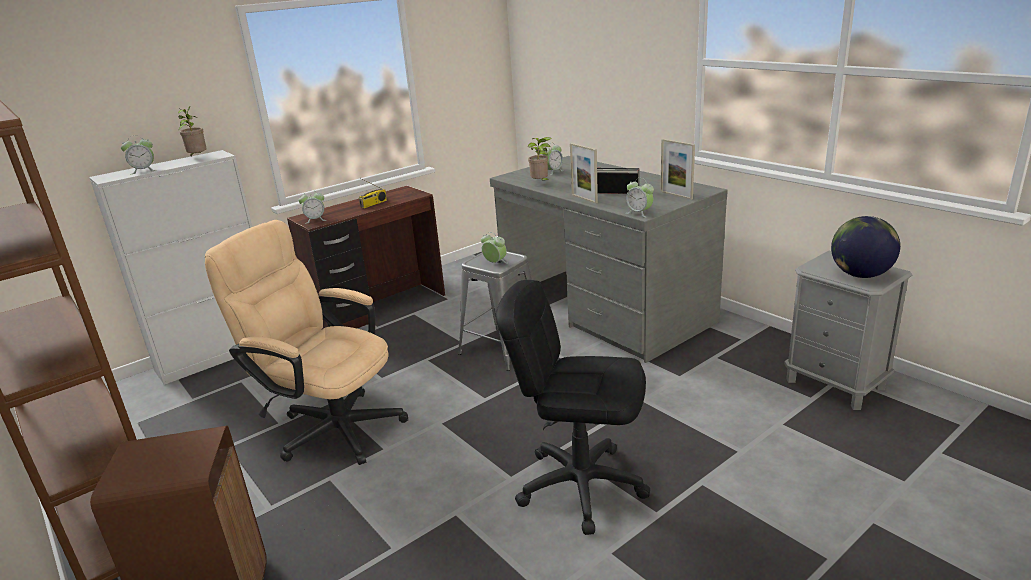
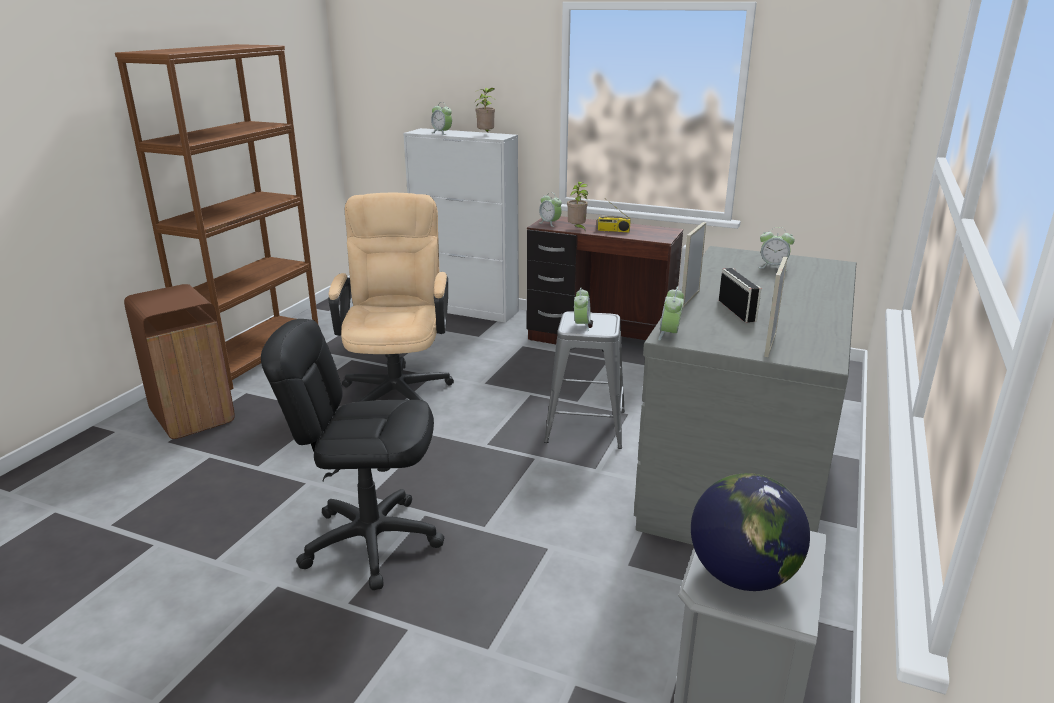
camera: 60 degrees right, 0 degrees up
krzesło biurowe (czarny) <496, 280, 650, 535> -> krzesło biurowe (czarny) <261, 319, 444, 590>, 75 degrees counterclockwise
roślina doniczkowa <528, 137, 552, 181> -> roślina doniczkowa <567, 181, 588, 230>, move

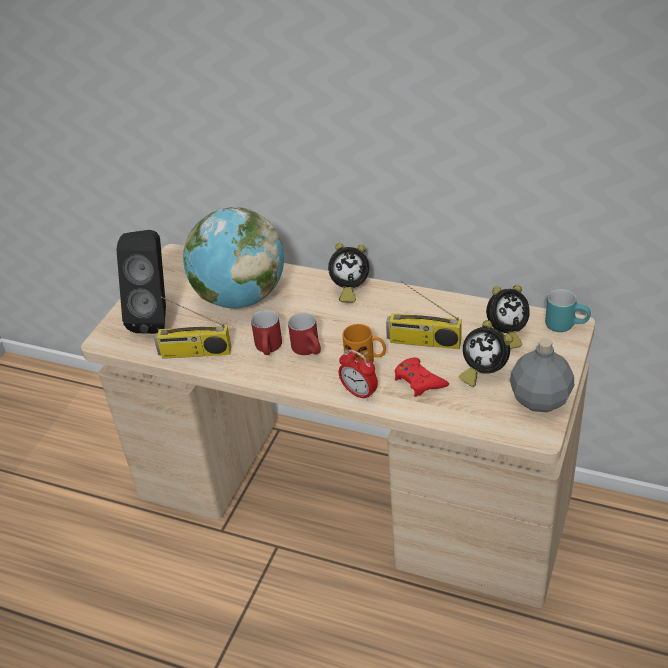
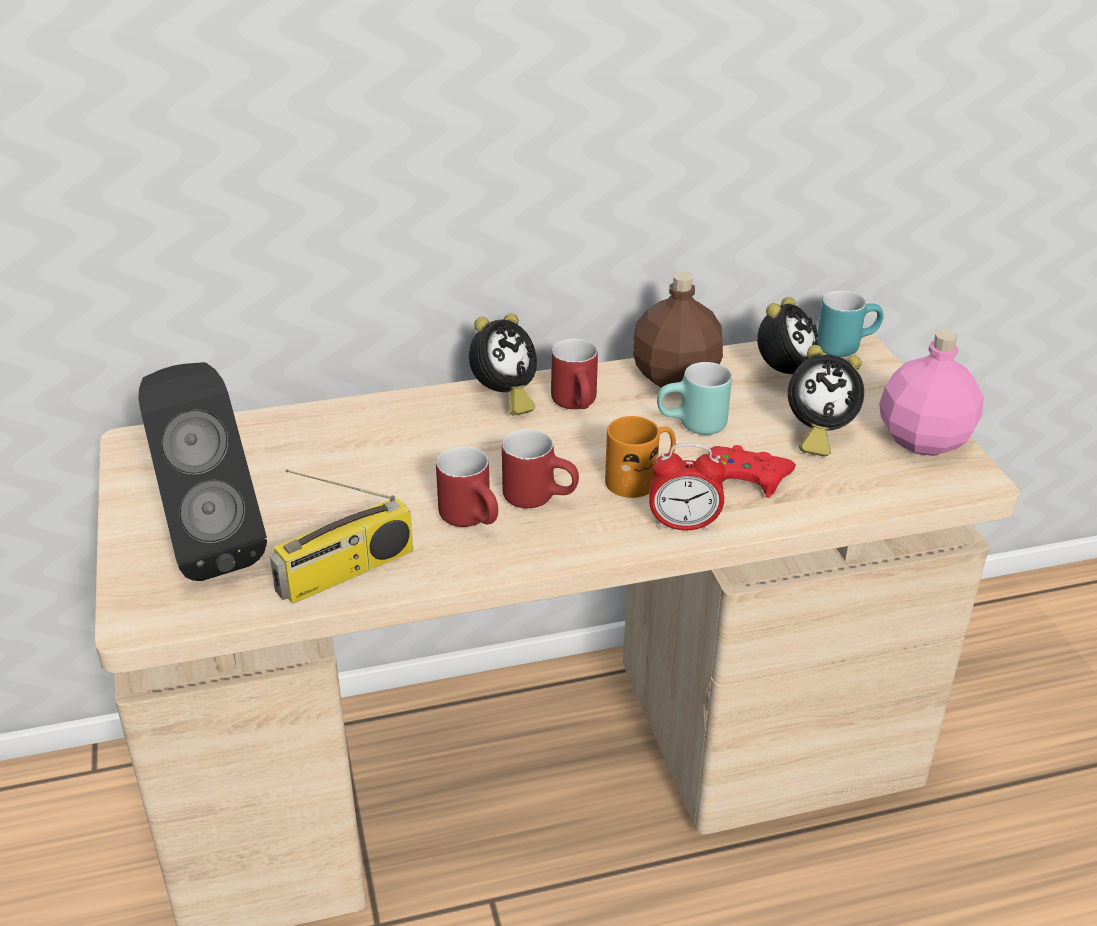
camera: 40 degrees left, 5 degrees down
none -> kubek (czerwony) <551, 339, 598, 409>
none -> butelka (brązowy) <633, 272, 723, 388>
radio <386, 281, 462, 349> -> kubek (turkusowy) <657, 362, 732, 435>
butelka (szary) <510, 338, 574, 412> -> butelka (różowy) <879, 330, 984, 456>
globus <183, 207, 284, 308> -> none

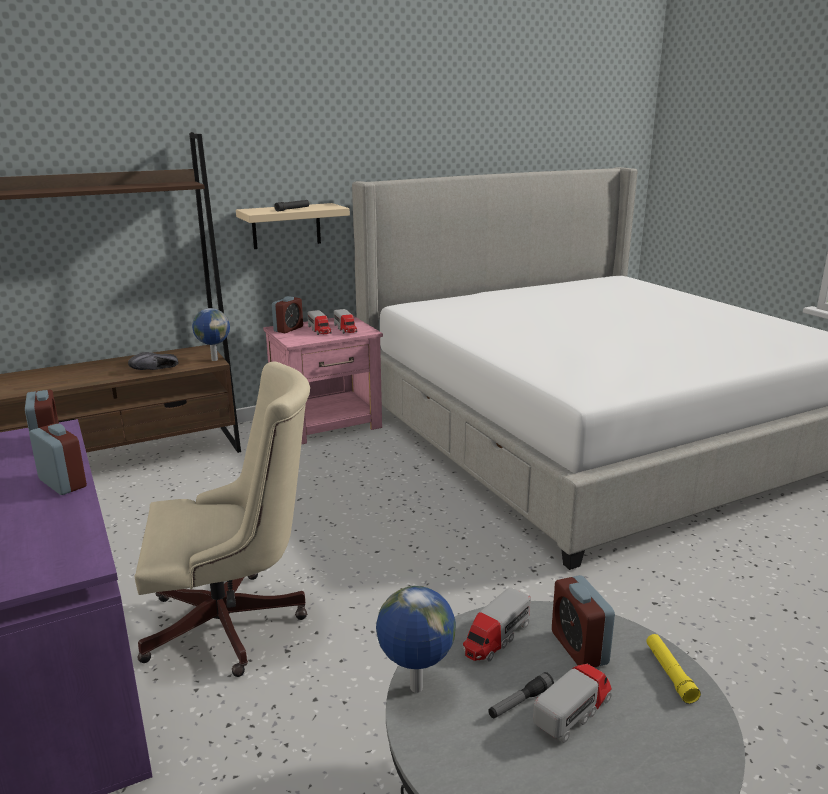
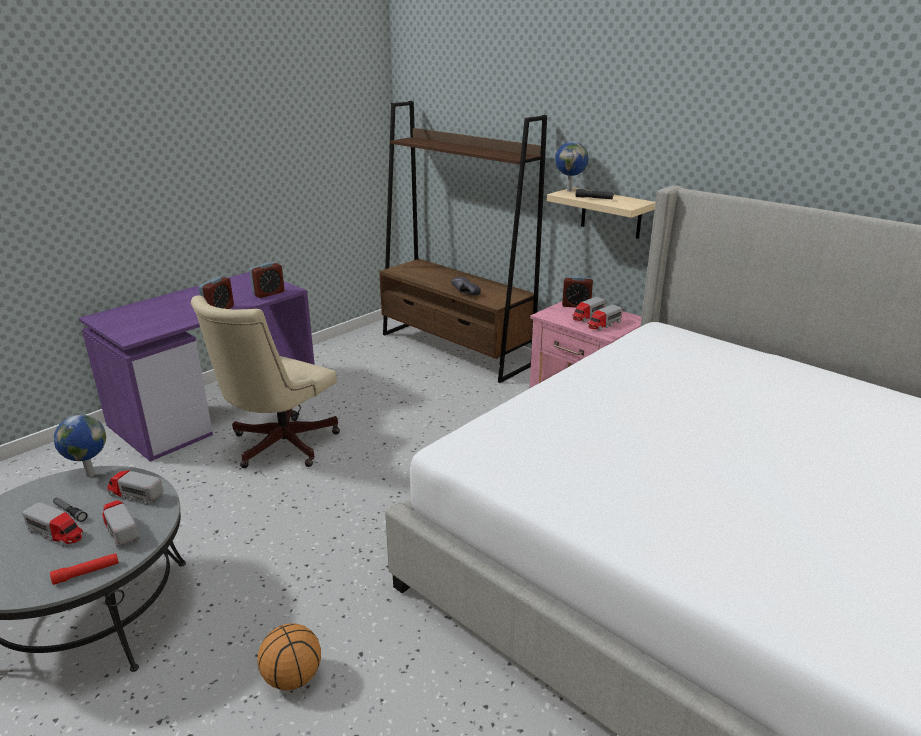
camera: 70 degrees right, 5 degrees up
latarka (żółty) <646, 634, 701, 704> -> latarka (czerwony) <50, 553, 119, 585>
budzik <552, 575, 615, 668> -> ciężarówka zabawkowa <102, 500, 140, 547>
krzesło biurowe (beżowy) <135, 362, 310, 677> -> krzesło biurowe (beżowy) <191, 295, 340, 468>, 60 degrees clockwise
none -> piłka do koszykówki <258, 623, 321, 690>
globus <192, 308, 230, 361> -> globus <555, 142, 588, 192>, move

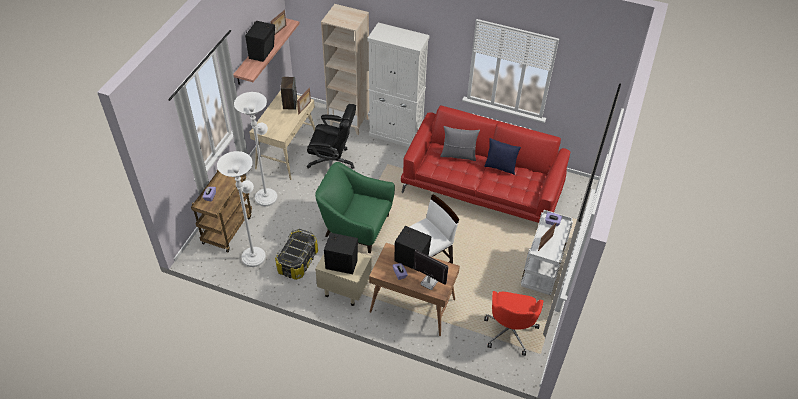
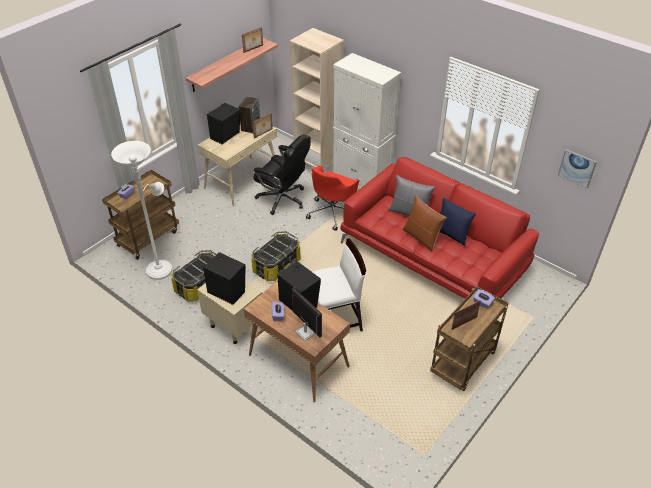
camera: 20 degrees right, 5 degrees down
głośnik (czarny) <245, 21, 275, 62> -> głośnik (czarny) <207, 103, 240, 144>, move
fotel (zielony) <315, 162, 395, 253> -> pojemnik do przechowywania <251, 231, 301, 281>
krzesło biurowe (czerwony) <484, 291, 543, 356> -> krzesło biurowe (czerwony) <306, 165, 359, 231>, move
none -> poduszka (brązowy) <403, 195, 447, 252>
wózek (biały) <521, 210, 573, 295> -> wózek (brązowy) <430, 286, 508, 391>
none -> obraz <558, 149, 597, 188>
lampa stojąca (biały) <234, 92, 278, 206> -> none

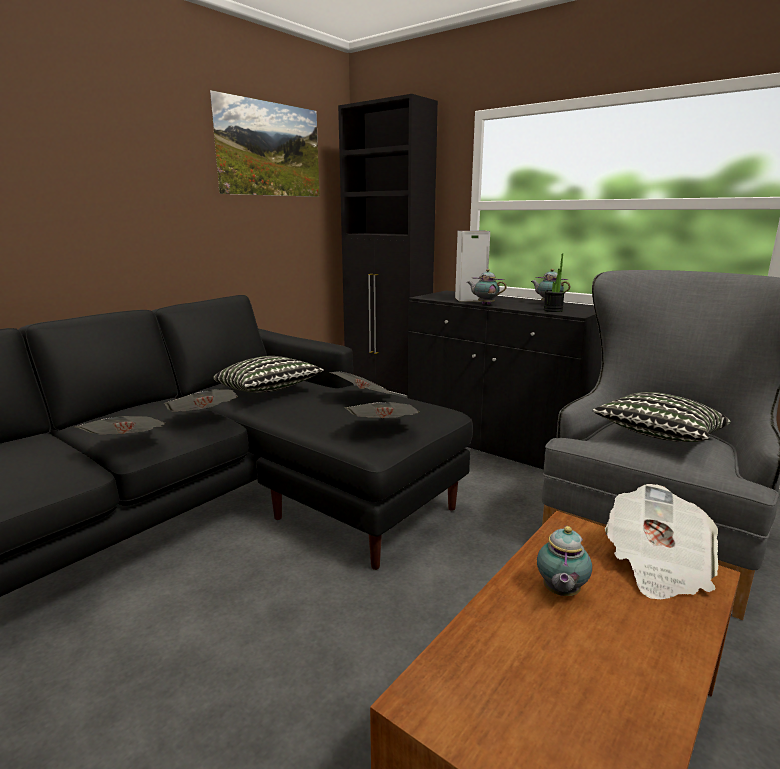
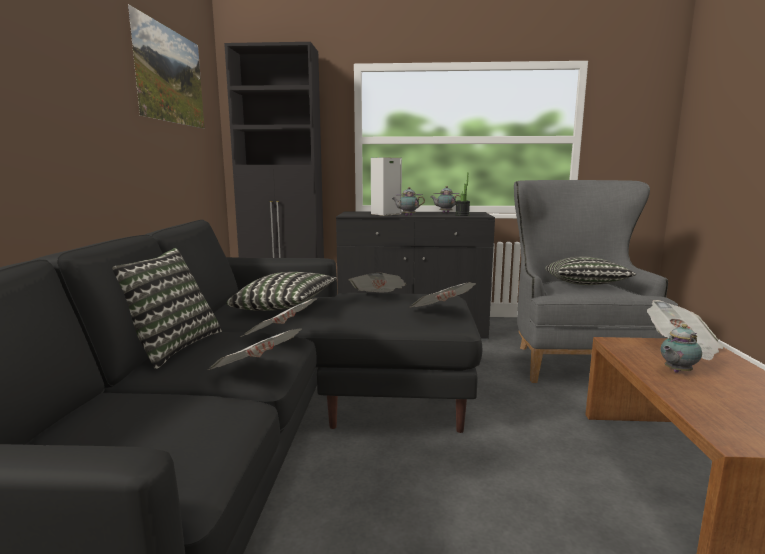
camera: 35 degrees left, 5 degrees down
none -> poduszka <112, 248, 222, 369>
imbryk <537, 526, 592, 596> -> imbryk <661, 324, 702, 373>, 75 degrees clockwise

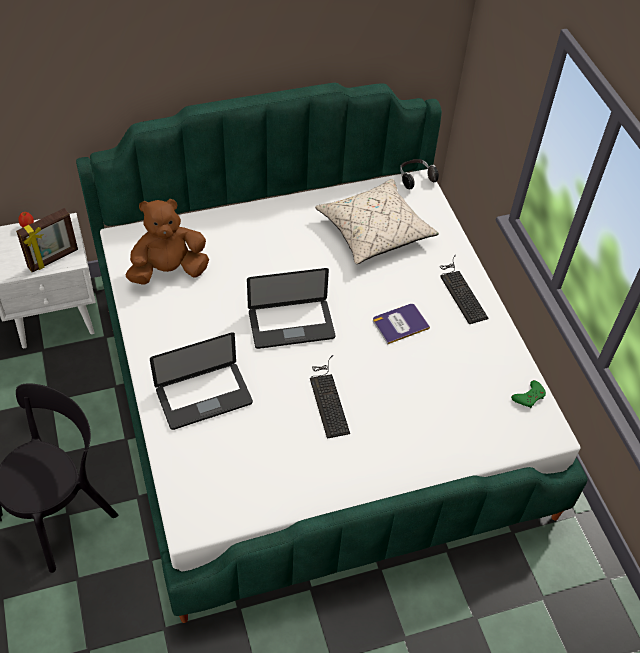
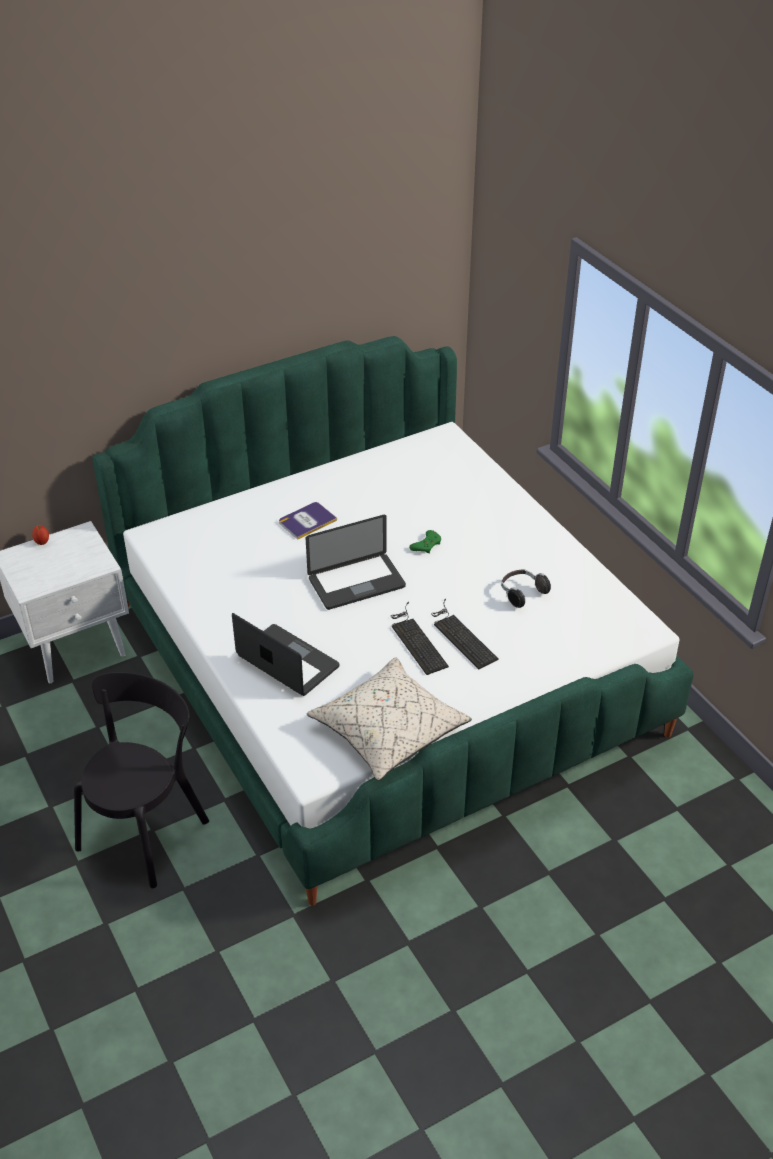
camera: 10 degrees left, 10 degrees down
laptop <150, 332, 253, 430> -> laptop <232, 613, 339, 696>, 105 degrees counterclockwise
książka <373, 304, 430, 344> -> książka <279, 502, 337, 540>, move
poduszka (beżowy) <315, 179, 439, 264> -> poduszka (beżowy) <306, 657, 472, 780>, move
pad do gier (zielony) <511, 380, 546, 408> -> pad do gier (zielony) <409, 530, 441, 554>, move
klawiatura <440, 255, 489, 324> -> klawiatura <431, 598, 499, 670>, move
słuchawki <400, 159, 439, 189> -> słuchawki <501, 569, 551, 608>, move
ramka na zdjęcie <16, 208, 78, 272> -> none
pluszak (brązowy) <126, 199, 209, 285> -> none

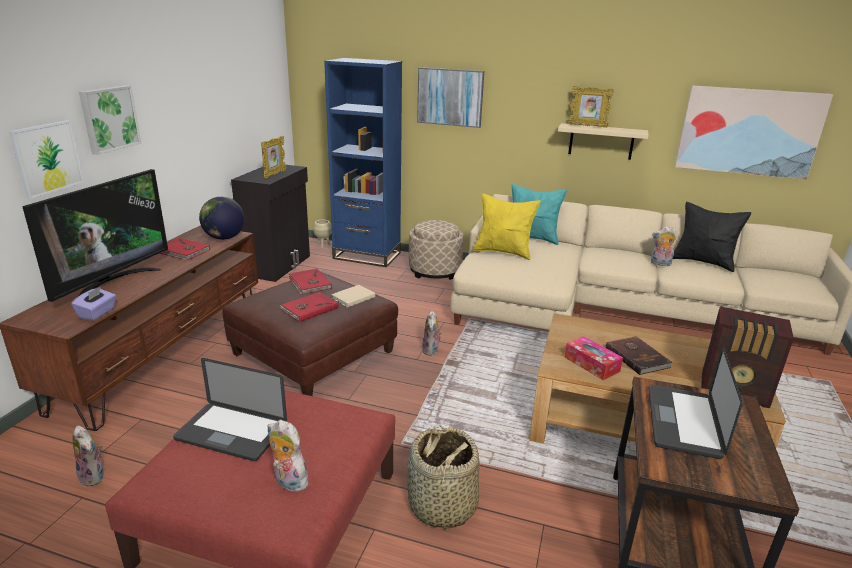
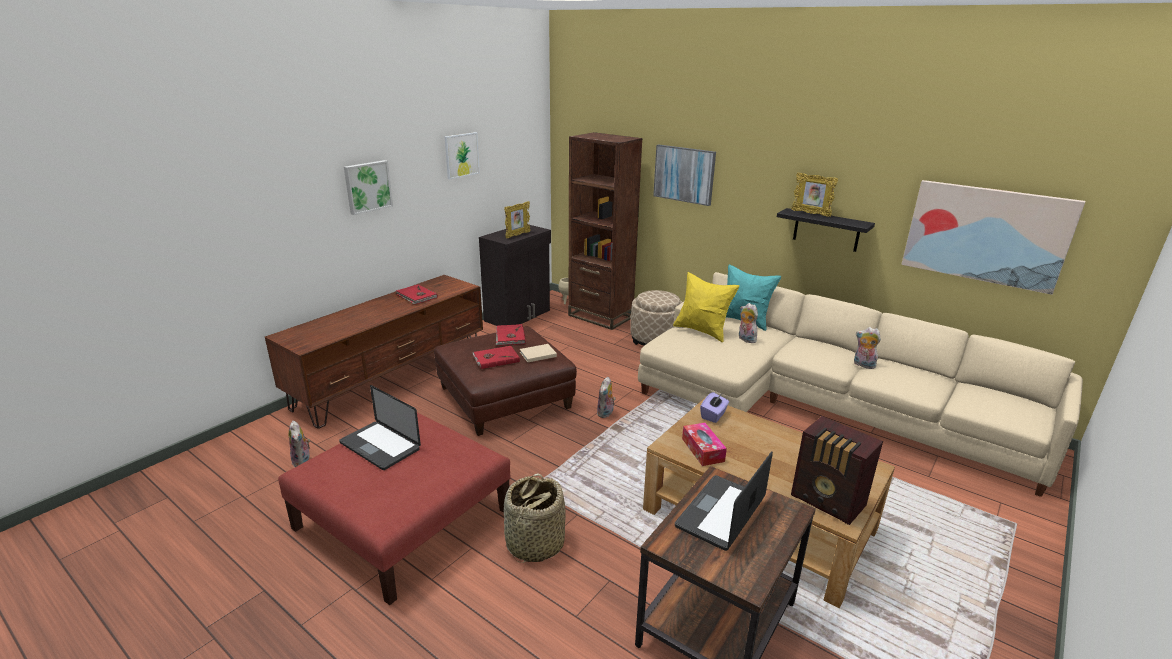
camera: 20 degrees right, 0 degrees up
obraz <9, 120, 84, 199> -> obraz <444, 132, 480, 179>, move
regał (niebieski) <324, 58, 402, 267> -> regał (brązowy) <568, 132, 643, 330>
pudełko chusteczek (fioletowy) <71, 286, 116, 321> -> pudełko chusteczek (fioletowy) <700, 392, 729, 423>, move
pluszak <267, 420, 310, 492> -> pluszak <739, 303, 758, 343>, move
półka (beżowy) <558, 123, 649, 160> -> półka (czarny) <777, 208, 875, 252>
telewizor <22, 169, 168, 302> -> none
globus <199, 197, 245, 240> -> none
książka (brązowy) <606, 336, 672, 375> -> none
poduszka (czarny) <672, 202, 751, 272> -> none

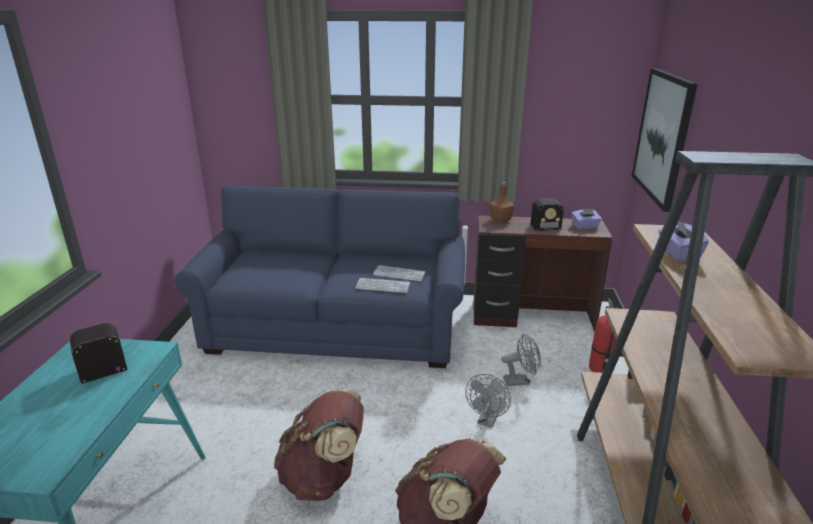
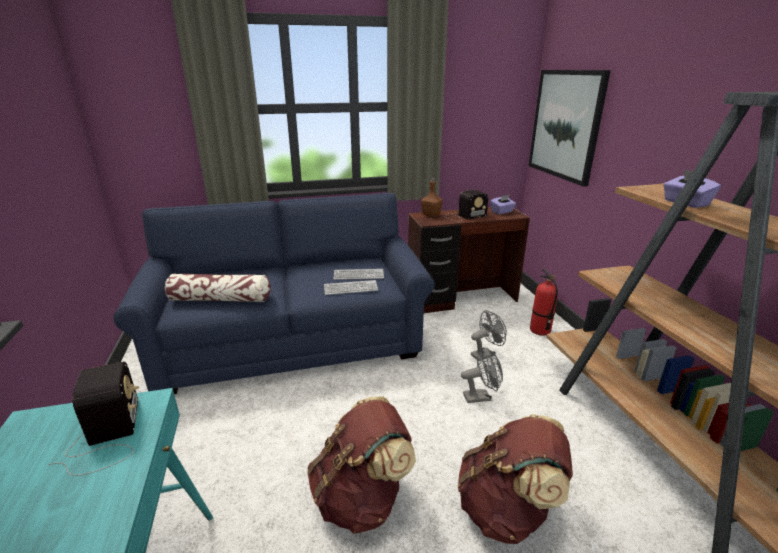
camera: 20 degrees left, 0 degrees up
radio <70, 323, 156, 384> -> radio <48, 361, 139, 476>, 120 degrees clockwise
none -> poduszka <165, 273, 271, 302>
wentylator (szary) <465, 374, 511, 428> -> wentylator (szary) <461, 347, 503, 403>, 105 degrees counterclockwise

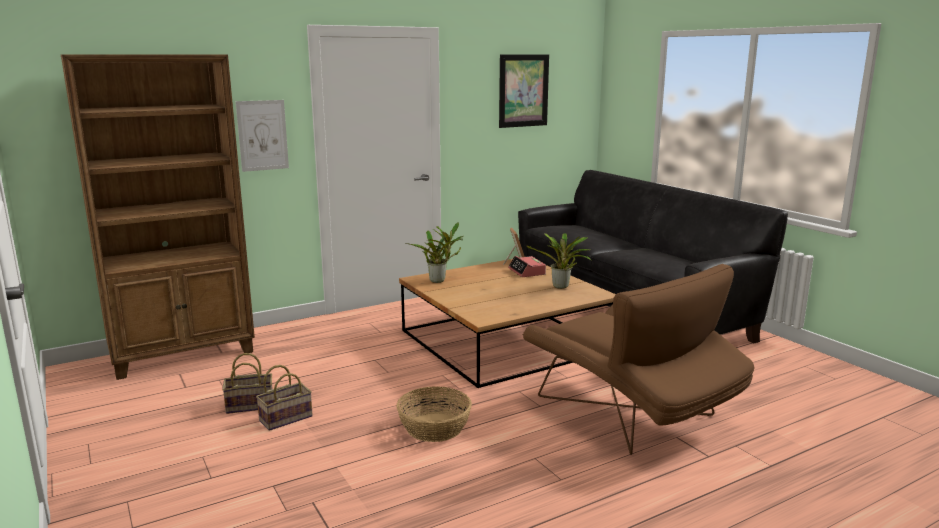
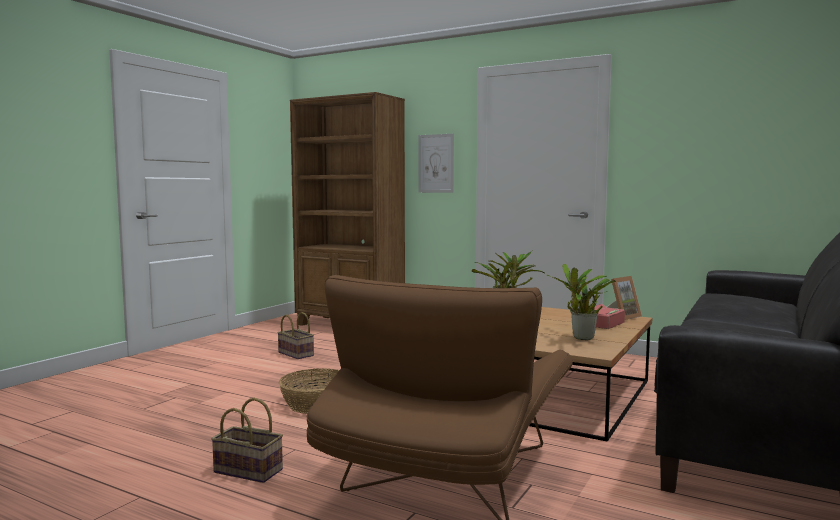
camera: 60 degrees right, 10 degrees down
koszyk <256, 365, 313, 431> -> koszyk <211, 398, 283, 483>, move
obraz <499, 55, 549, 128> -> none

